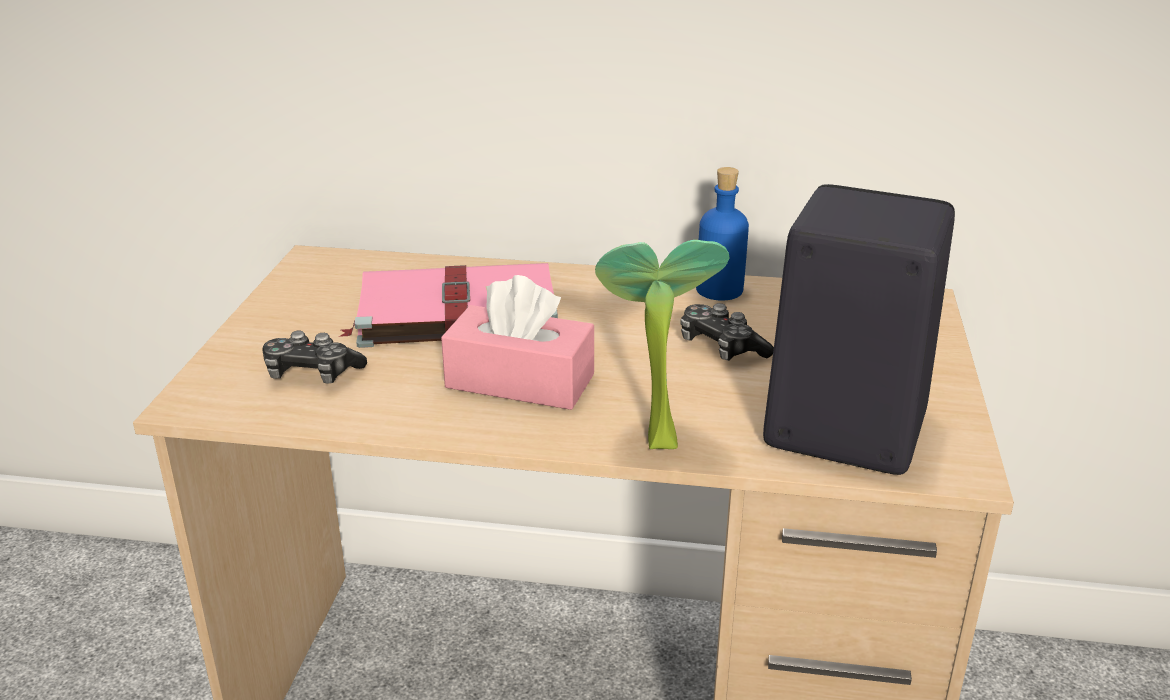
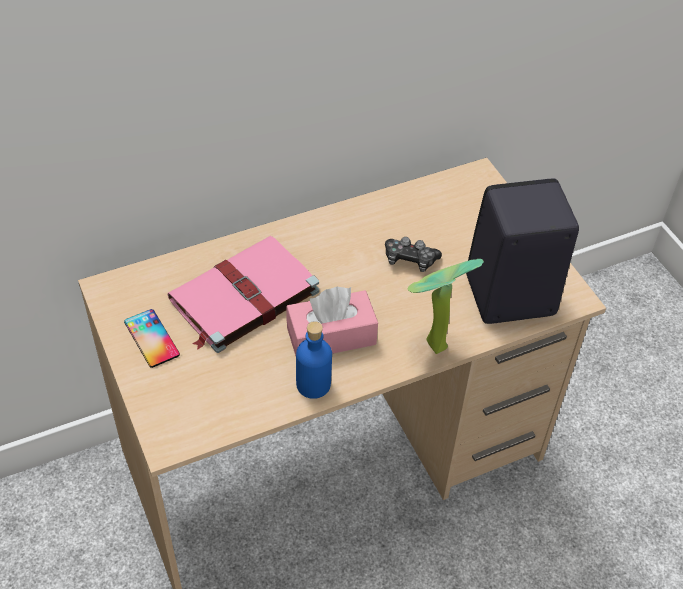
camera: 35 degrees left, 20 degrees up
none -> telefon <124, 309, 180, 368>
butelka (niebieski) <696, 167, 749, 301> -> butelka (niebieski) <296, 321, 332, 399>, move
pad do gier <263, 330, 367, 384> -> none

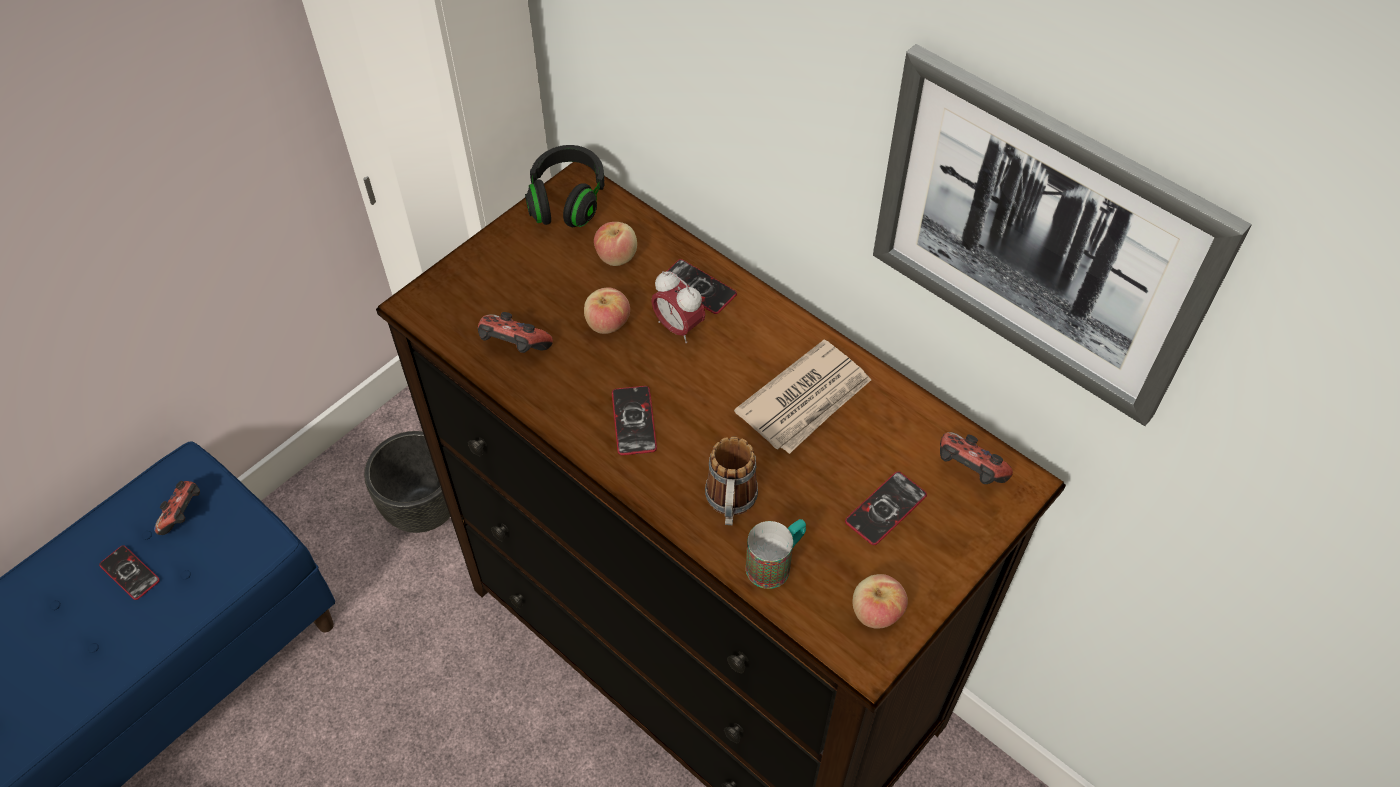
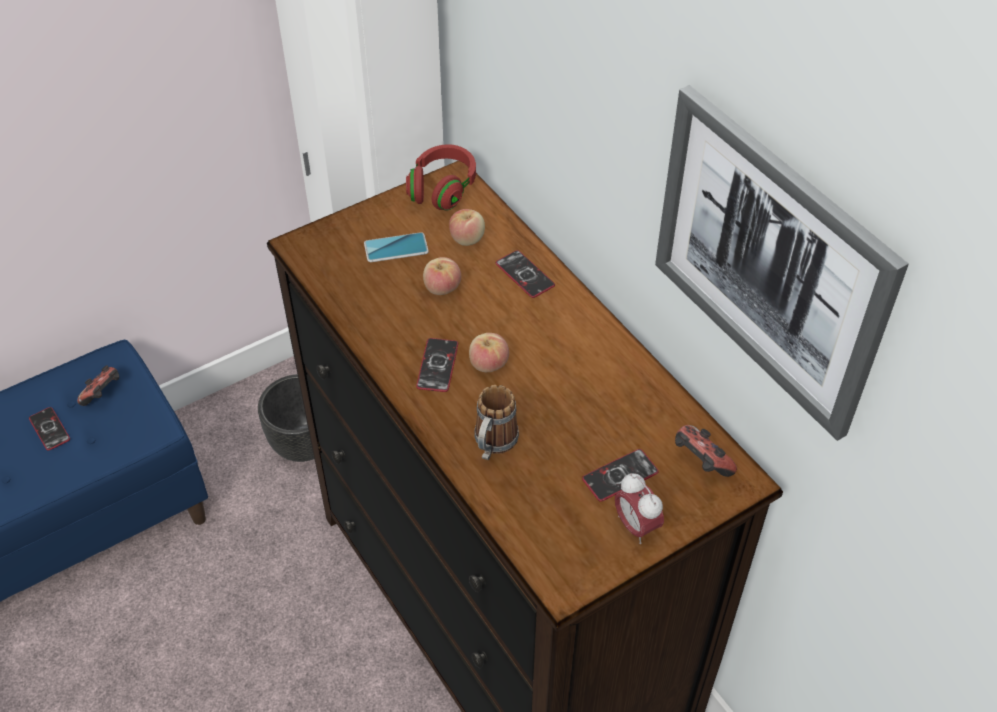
camera: 15 degrees right, 5 degrees down
none -> telefon <364, 232, 429, 262>
słuchawki (czarny) <525, 145, 605, 227> -> słuchawki (czerwony) <406, 144, 476, 210>
jabłko <853, 574, 908, 629> -> jabłko <469, 333, 509, 372>, move
budzik <651, 271, 706, 343> -> budzik <615, 473, 664, 544>, move
pad do gier <478, 312, 553, 353> -> none
gazeta <734, 340, 871, 454> -> none
kubek <746, 519, 806, 589> -> none

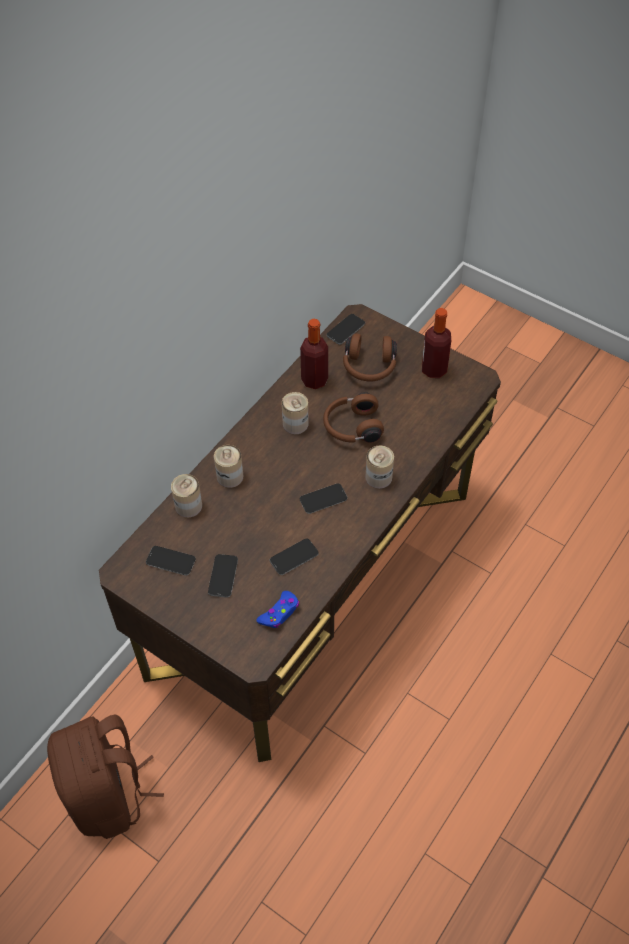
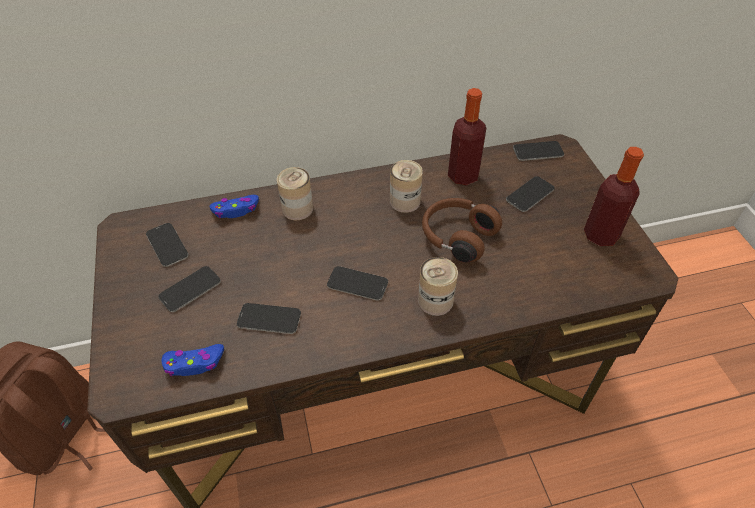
camera: 40 degrees right, 5 degrees down
puszka <171, 474, 202, 518> -> pad do gier (niebieski) <210, 195, 259, 218>
słuchawki (brązowy) <343, 333, 397, 381> -> telefon <506, 176, 555, 212>

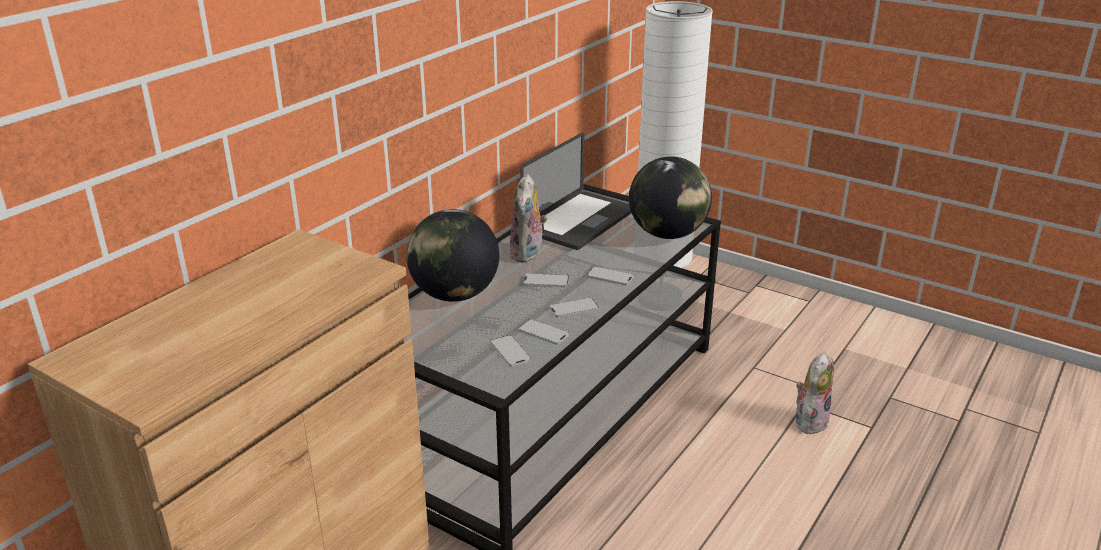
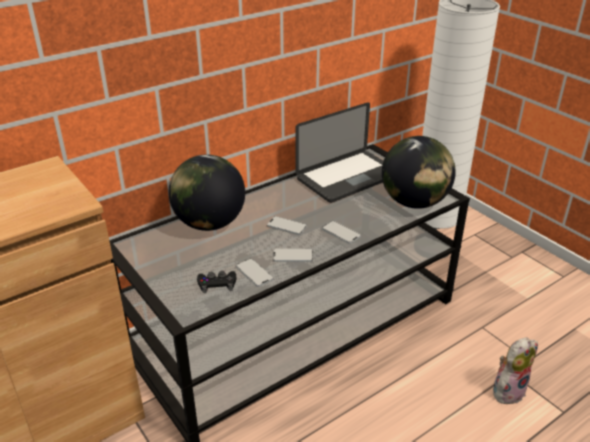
camera: 20 degrees right, 5 degrees up
telefon <490, 335, 531, 367> -> pad do gier (czarny) <197, 271, 237, 293>
pluszak <510, 174, 547, 263> -> none

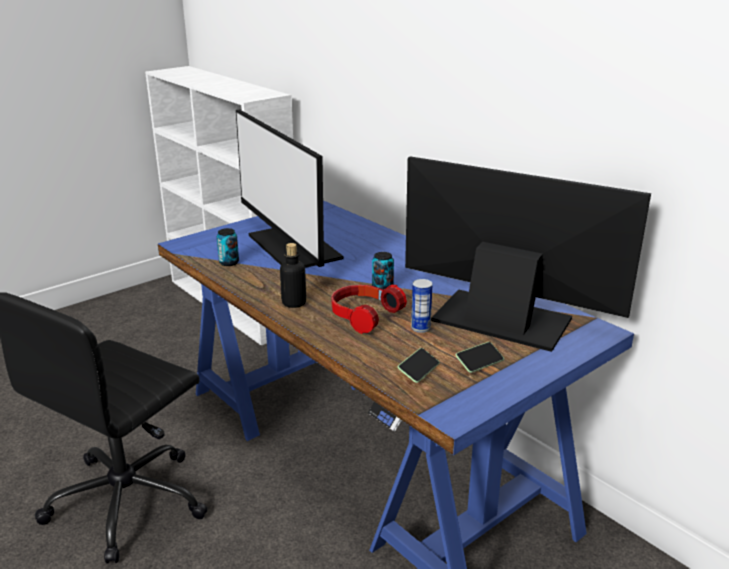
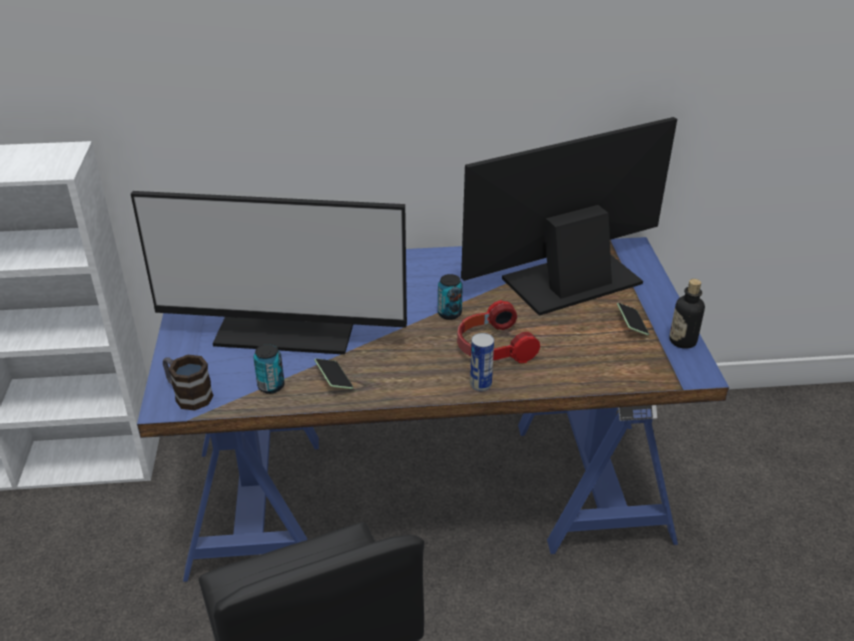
camera: 55 degrees left, 10 degrees up
none -> kubek <163, 355, 214, 411>
telefon <398, 348, 440, 383> -> telefon <314, 358, 353, 389>, move
puszka <411, 279, 433, 333> -> puszka <470, 333, 494, 391>, move
butelka <280, 243, 306, 308> -> butelka <669, 279, 705, 349>, move

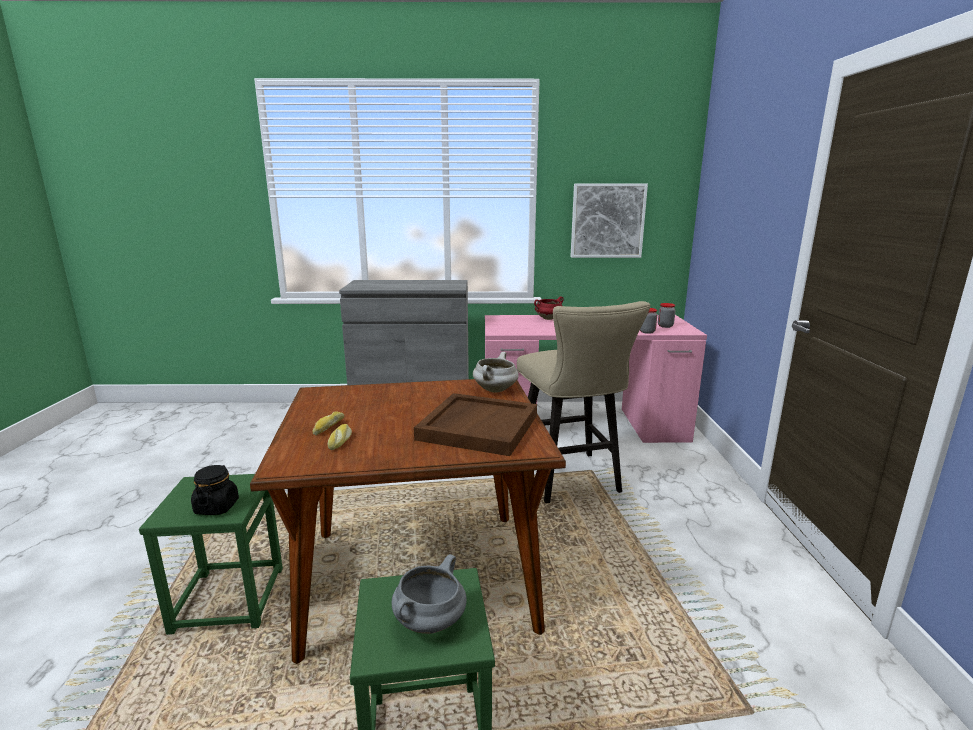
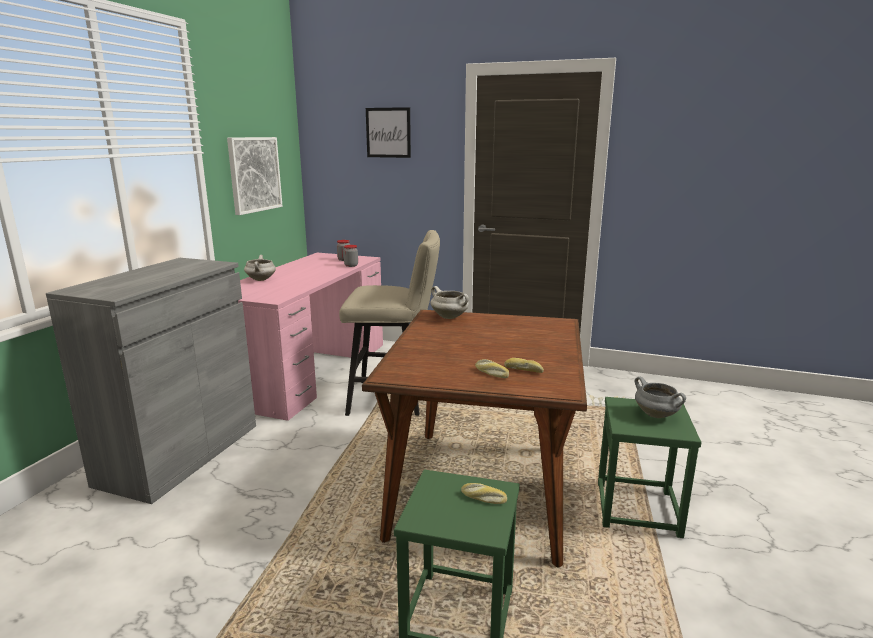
camera: 70 degrees left, 0 degrees up
garnek (czerwony) <534, 296, 564, 320> -> garnek (biały) <244, 255, 276, 281>
none -> obraz <366, 107, 411, 158>
słoik (czarny) <191, 465, 239, 515> -> chleb <461, 483, 507, 504>
taca (brązowy) <414, 393, 537, 456> -> none

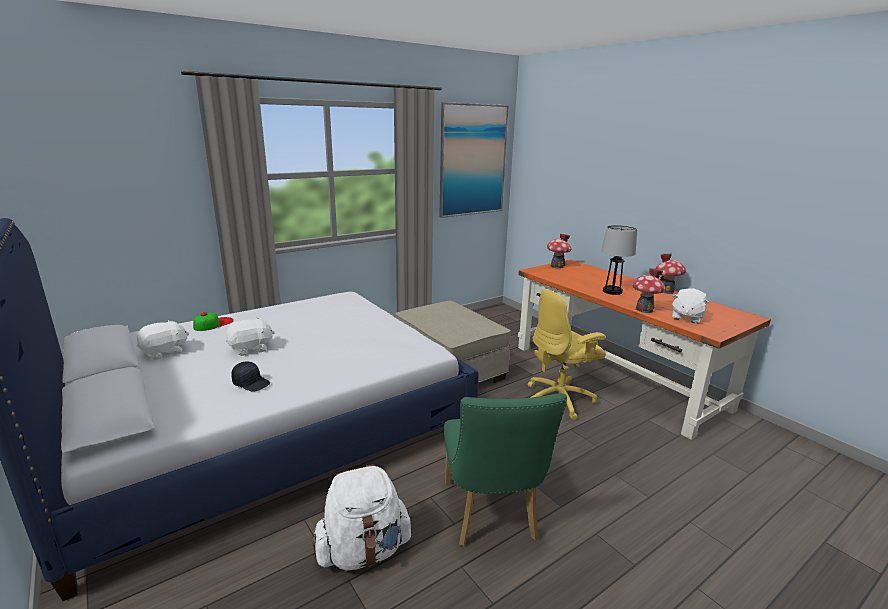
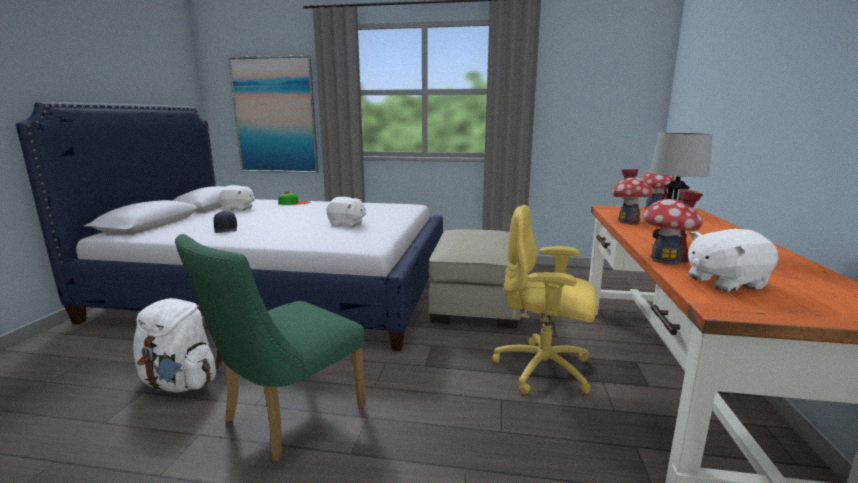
camera: 45 degrees right, 5 degrees down
obraz <439, 102, 509, 218> -> obraz <228, 55, 319, 173>, move
pluszak (biały) <226, 317, 275, 356> -> pluszak (biały) <326, 197, 367, 227>, move
domek <656, 253, 686, 294> -> domek <612, 169, 654, 224>, move

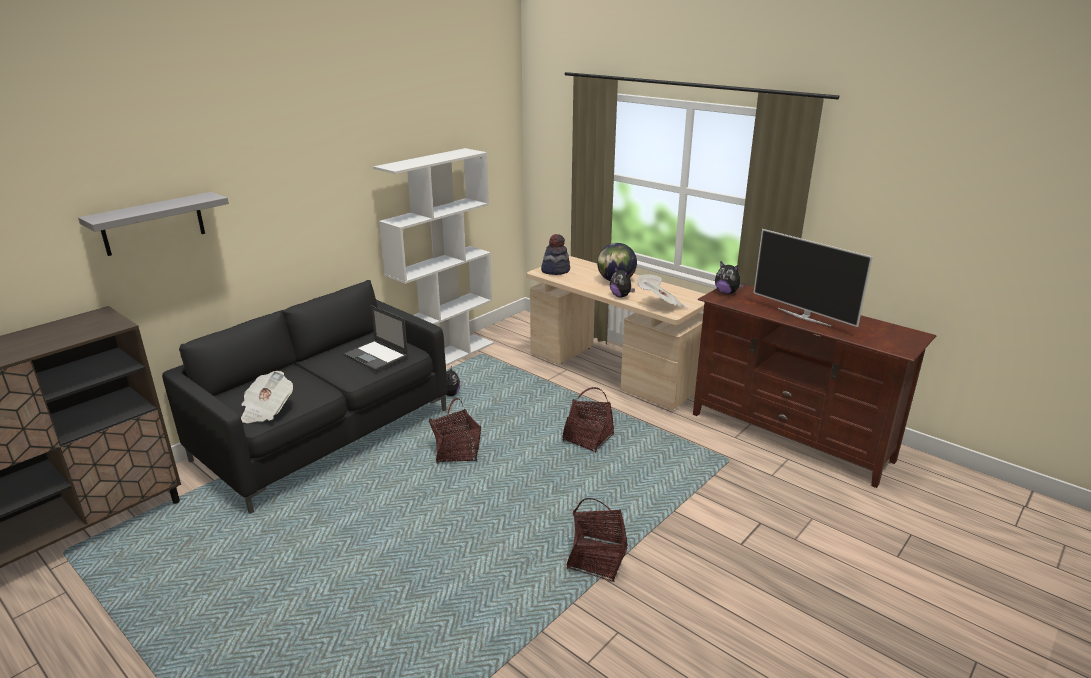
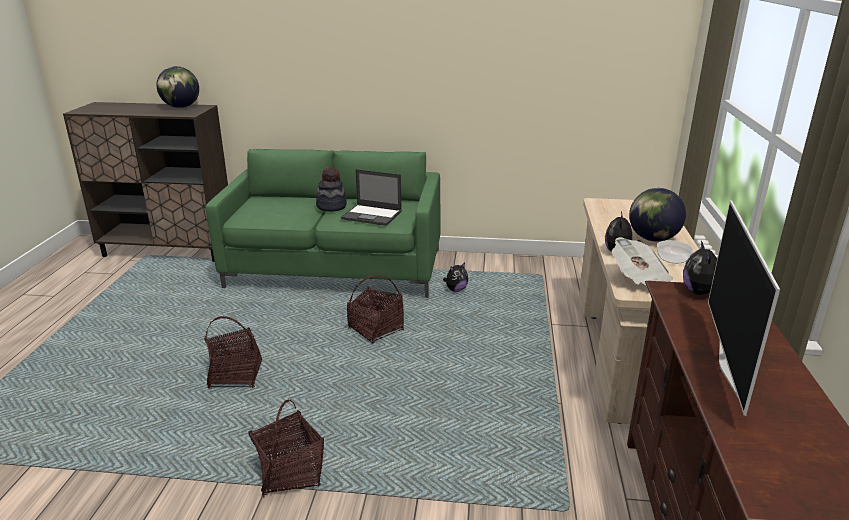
camera: 55 degrees right, 0 degrees up
none -> globus <156, 66, 199, 108>
koszyk <562, 387, 614, 453> -> koszyk <204, 316, 262, 389>, move
kanapa (czarny) <162, 280, 448, 514> -> kanapa (zielony) <206, 149, 440, 298>
kapelusz <541, 234, 570, 275> -> kapelusz <316, 167, 347, 212>, move
laptop <343, 305, 409, 371> -> laptop <341, 169, 402, 226>, 75 degrees counterclockwise
półka (szary) <78, 192, 229, 256> -> none
gazeta <241, 371, 293, 423> -> none
regał (biały) <373, 148, 494, 366> -> none

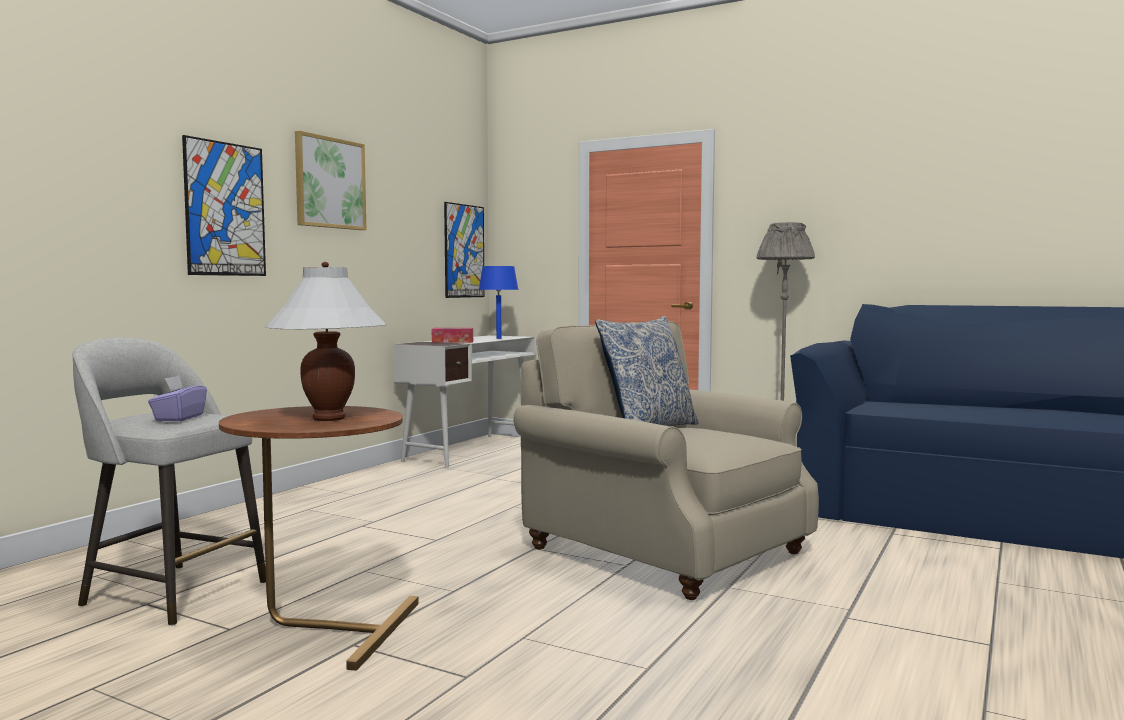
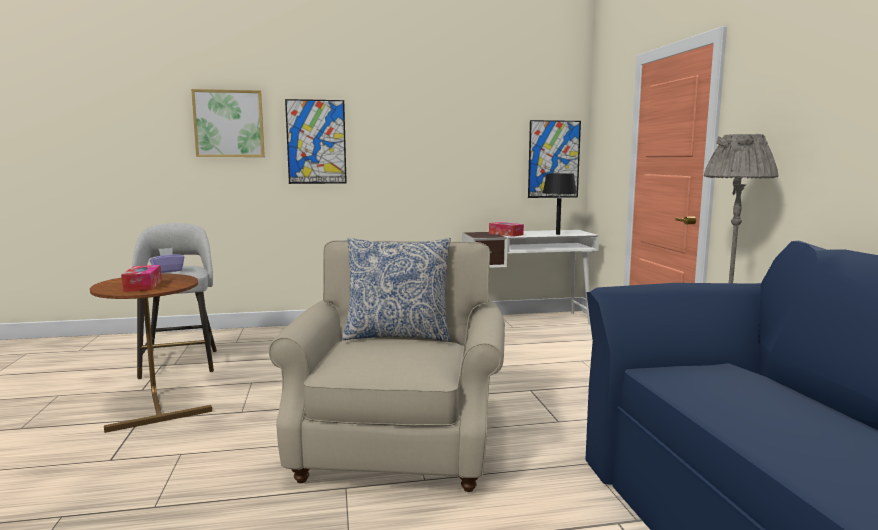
camera: 50 degrees right, 5 degrees up
lampa stołowa (biały) <265, 262, 386, 421> -> pudełko chusteczek <121, 265, 162, 292>
obraz <295, 131, 366, 230> -> obraz <191, 89, 265, 157>, move
lampa stołowa (niebieski) <479, 266, 519, 339> -> lampa stołowa (czarny) <543, 173, 577, 235>

